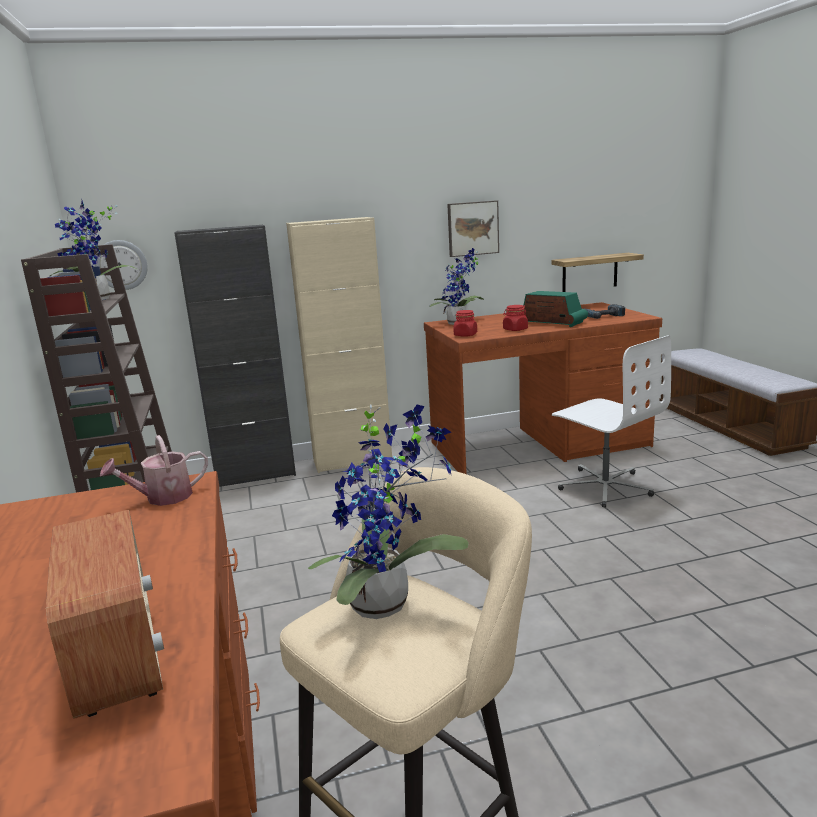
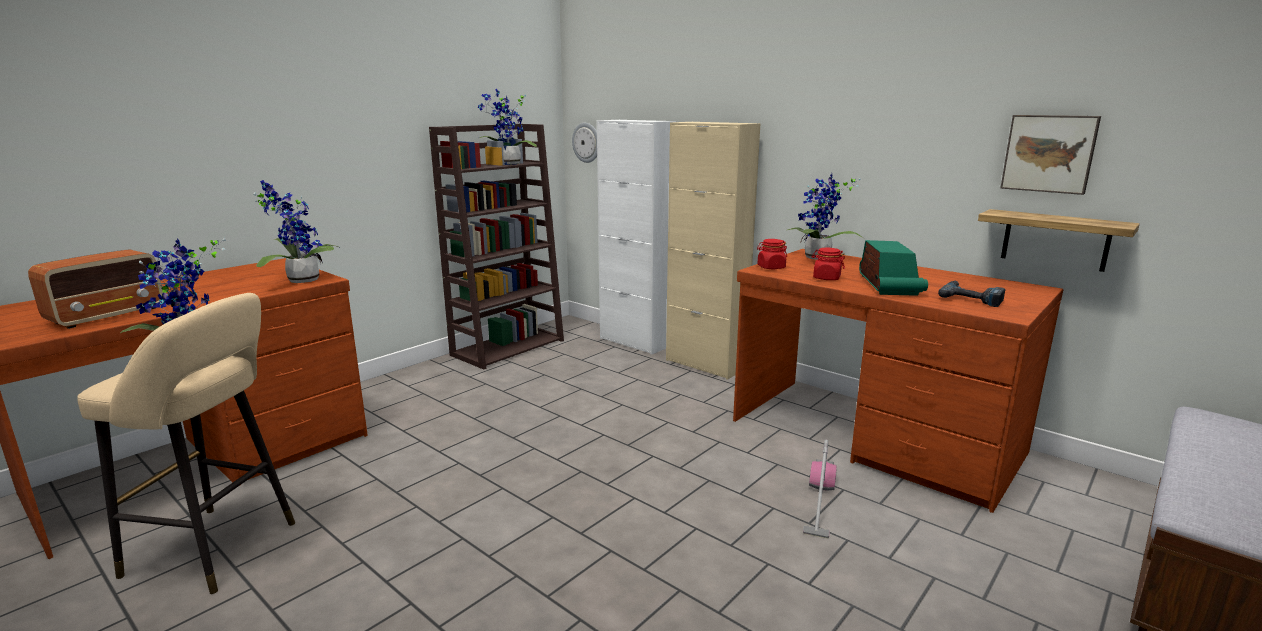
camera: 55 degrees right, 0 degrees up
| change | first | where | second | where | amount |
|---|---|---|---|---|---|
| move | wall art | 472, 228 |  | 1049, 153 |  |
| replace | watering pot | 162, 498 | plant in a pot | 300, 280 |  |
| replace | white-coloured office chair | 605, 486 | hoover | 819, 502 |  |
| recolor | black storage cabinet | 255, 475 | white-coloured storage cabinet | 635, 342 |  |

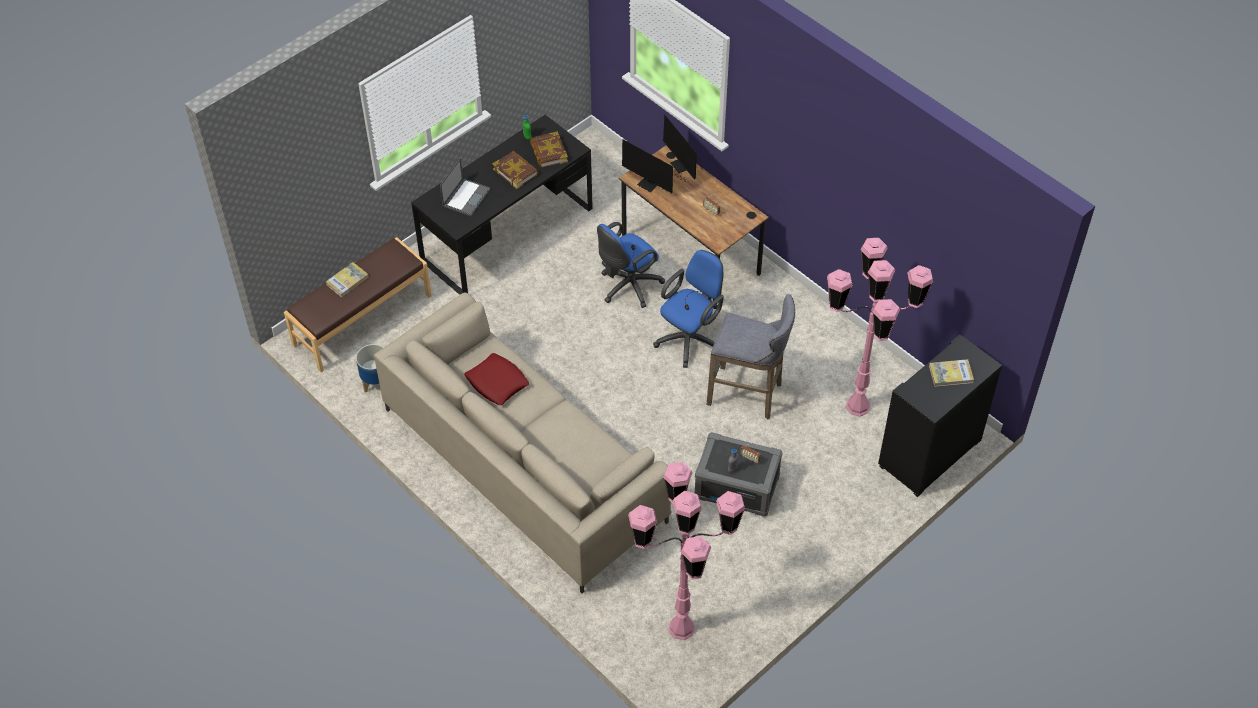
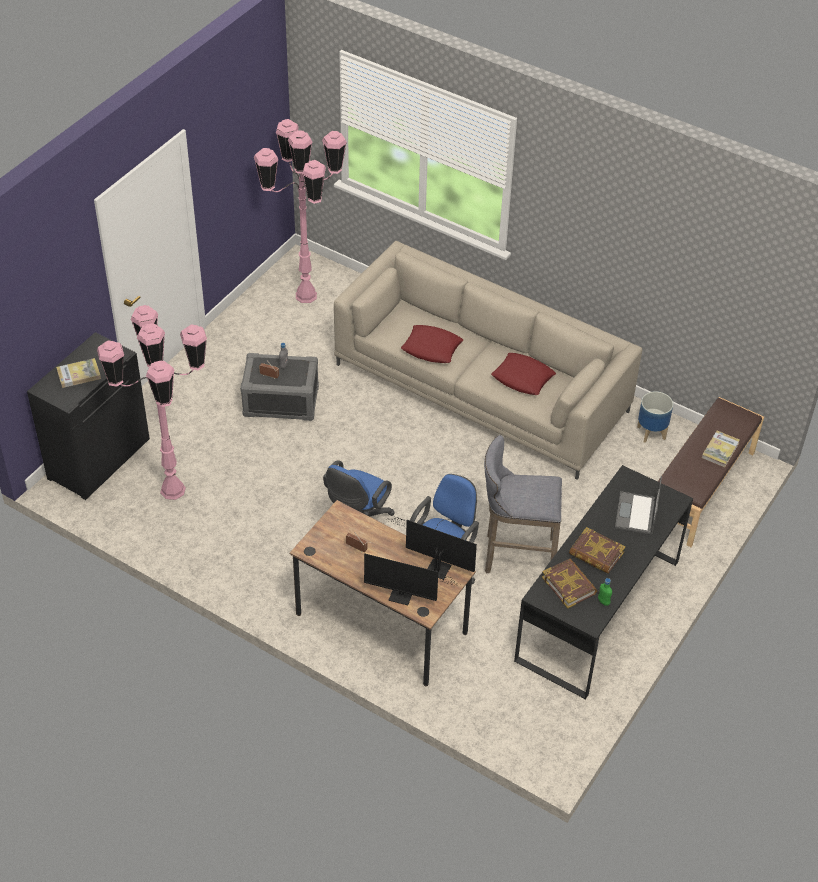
camera: 165 degrees right, 5 degrees down
| change | first | where | second | where | amount |
|---|---|---|---|---|---|
| insert |  |  | reddish pillow | 432, 348 |  |
| move | greyish stool seat | 748, 394 |  | 516, 556 |  |
| rotate | computer display | 682, 167 |  | 404, 597 | 150 degrees clockwise |

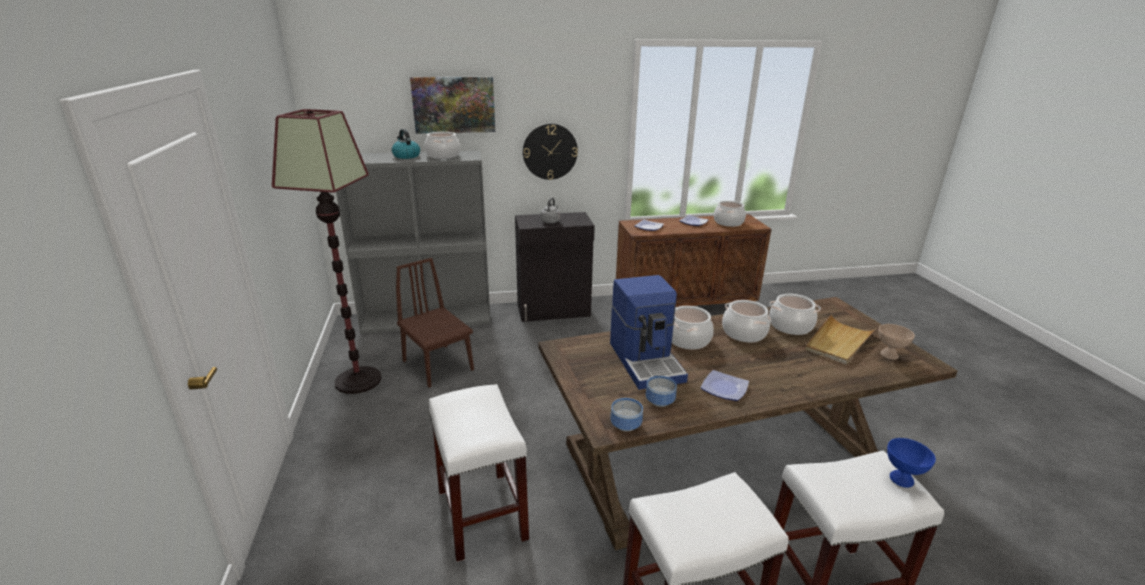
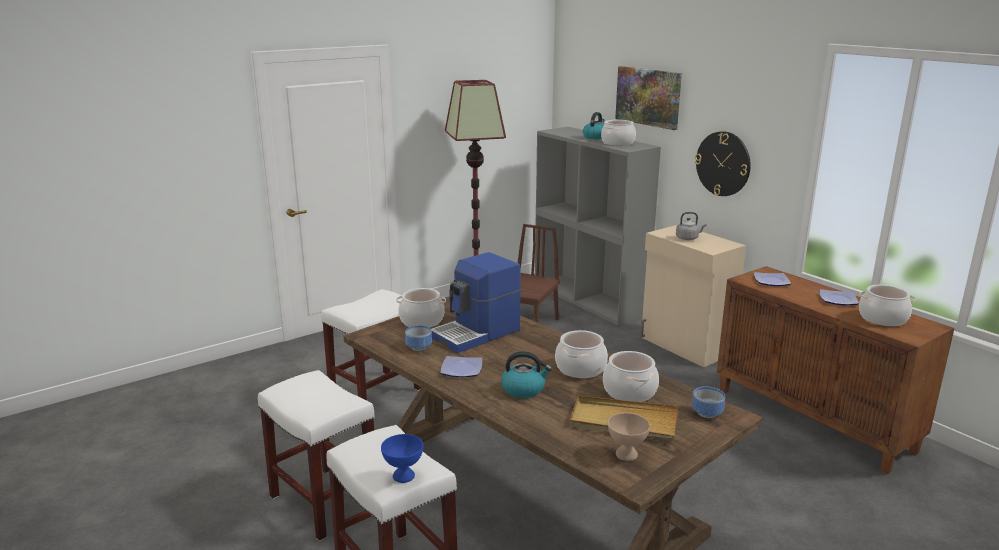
camera: 65 degrees right, 5 degrees down
| change | first | where | second | where | amount |
|---|---|---|---|---|---|
| insert |  |  | water kettle | 524, 389 |  |
| move | bowl | 624, 425 |  | 706, 412 |  |
| move | stockpot | 687, 339 |  | 422, 321 |  |
| recolor | black storage cabinet | 554, 311 | beige-coloured storage cabinet | 685, 346 |  |

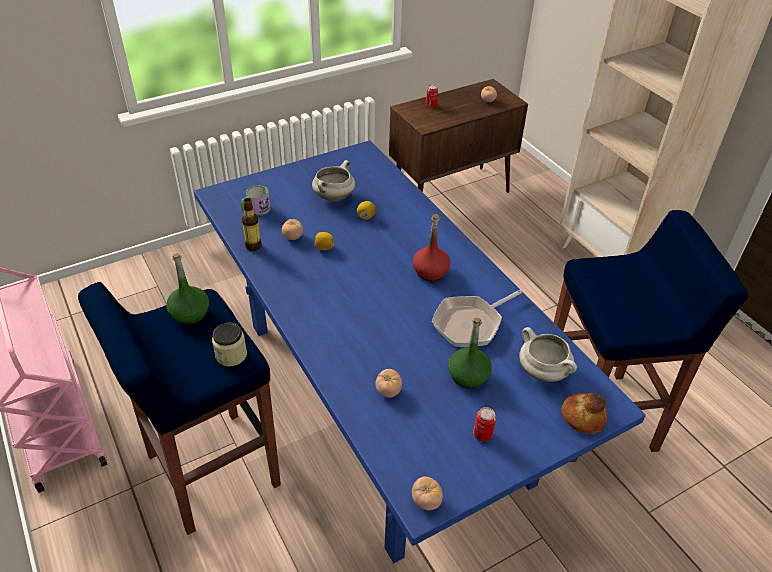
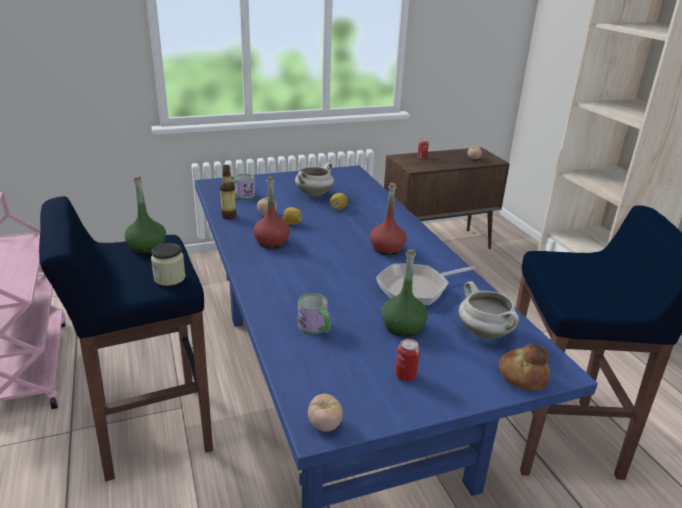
camera: 10 degrees right, 15 degrees down
| change | first | where | second | where | amount |
|---|---|---|---|---|---|
| insert |  |  | reddish beverage bottle | 271, 242 |  |
| replace | whole tomato | 388, 391 | tea mug | 315, 328 |  |

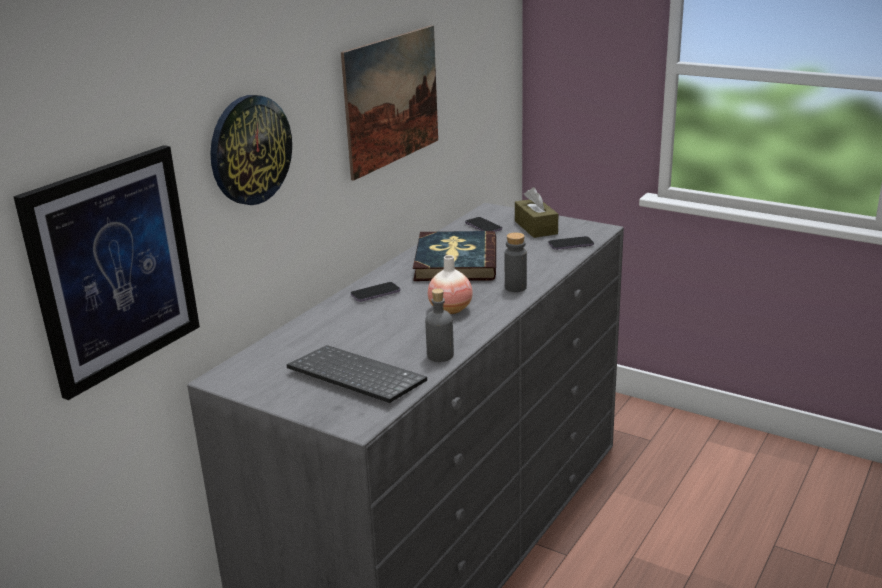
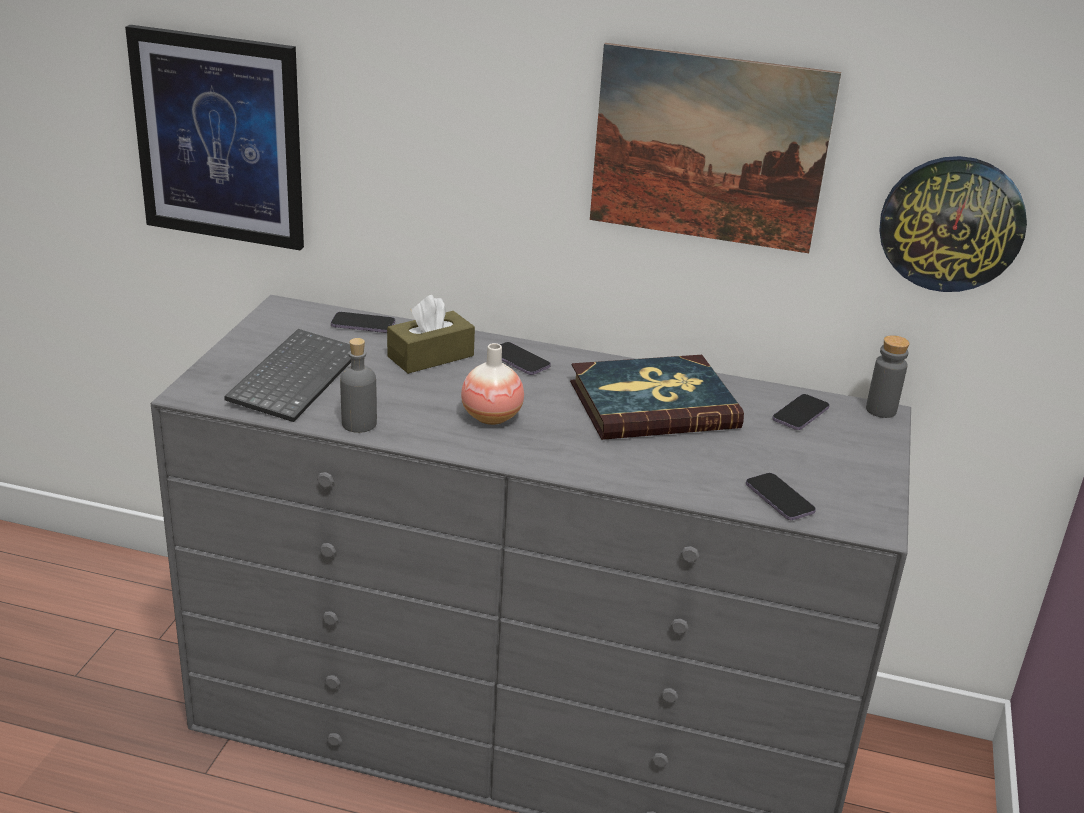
camera: 70 degrees right, 5 degrees up
| change | first | where | second | where | amount |
|---|---|---|---|---|---|
| insert |  |  | handset | 363, 325 |  |
| move | hanging clock | 250, 150 |  | 951, 223 |  |
| move | greyish beverage bottle | 515, 287 |  | 881, 410 |  |
| move | brownish box of tissues | 536, 227 |  | 430, 356 |  |

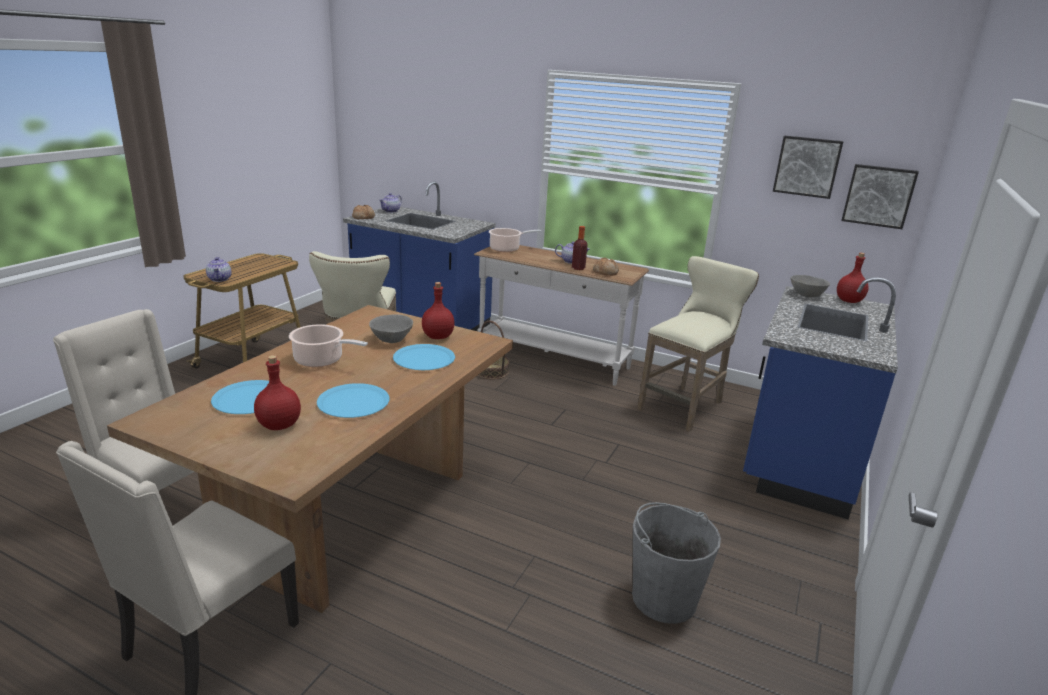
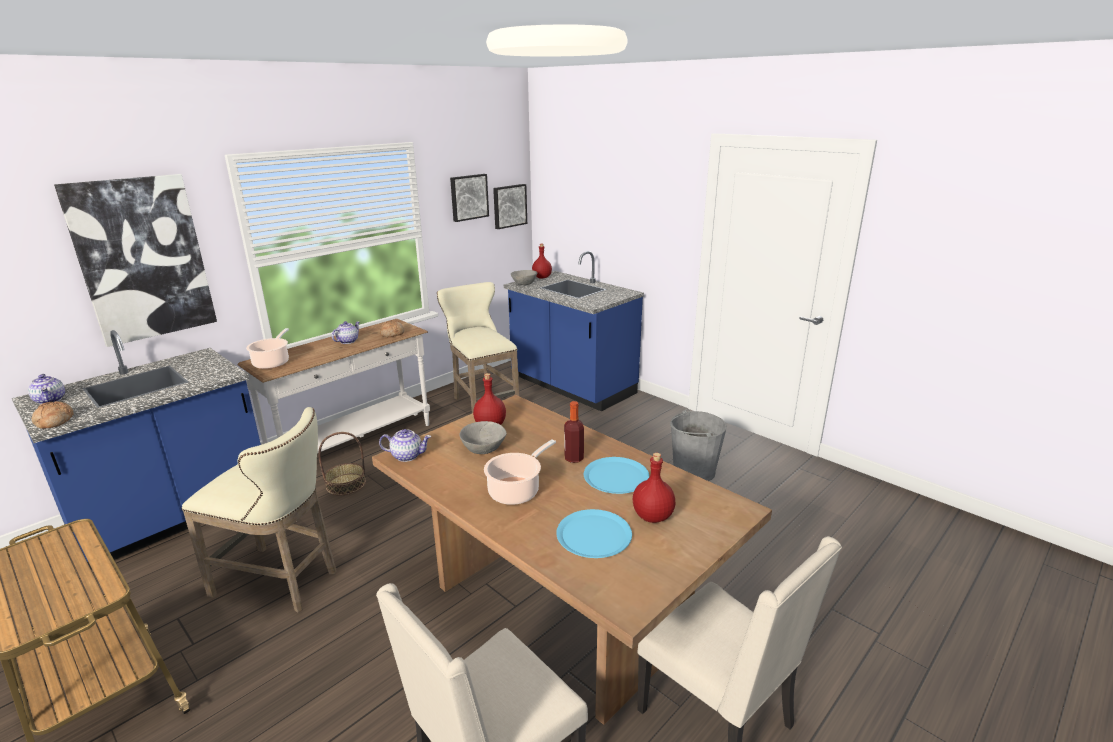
camera: 70 degrees left, 0 degrees up
| change | first | where | second | where | amount |
|---|---|---|---|---|---|
| delete | blue plate | 424, 359 |  |  |  |
| insert |  |  | wall art | 142, 259 |  |
| move | pot for tea | 220, 279 |  | 407, 456 |  |
| move | beverage bottle | 578, 268 |  | 574, 458 |  |

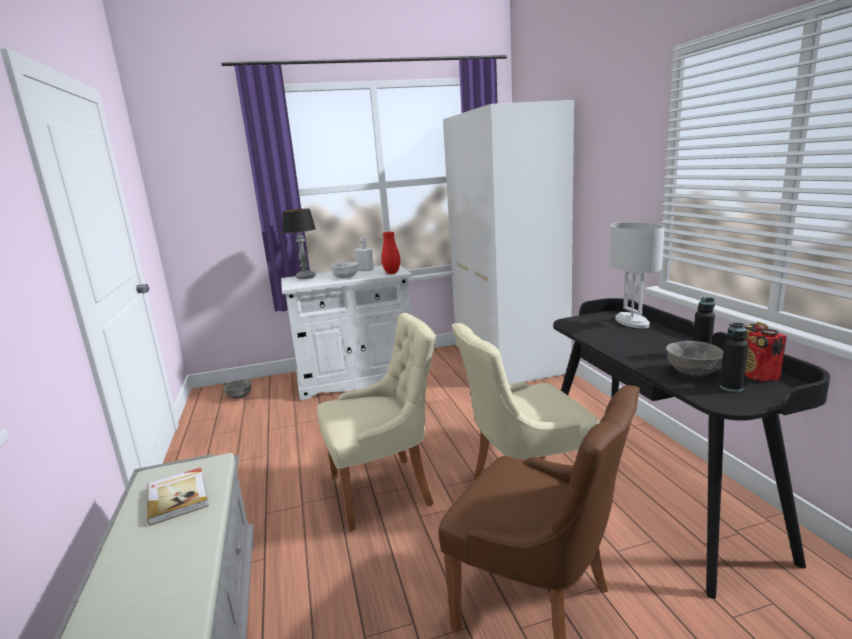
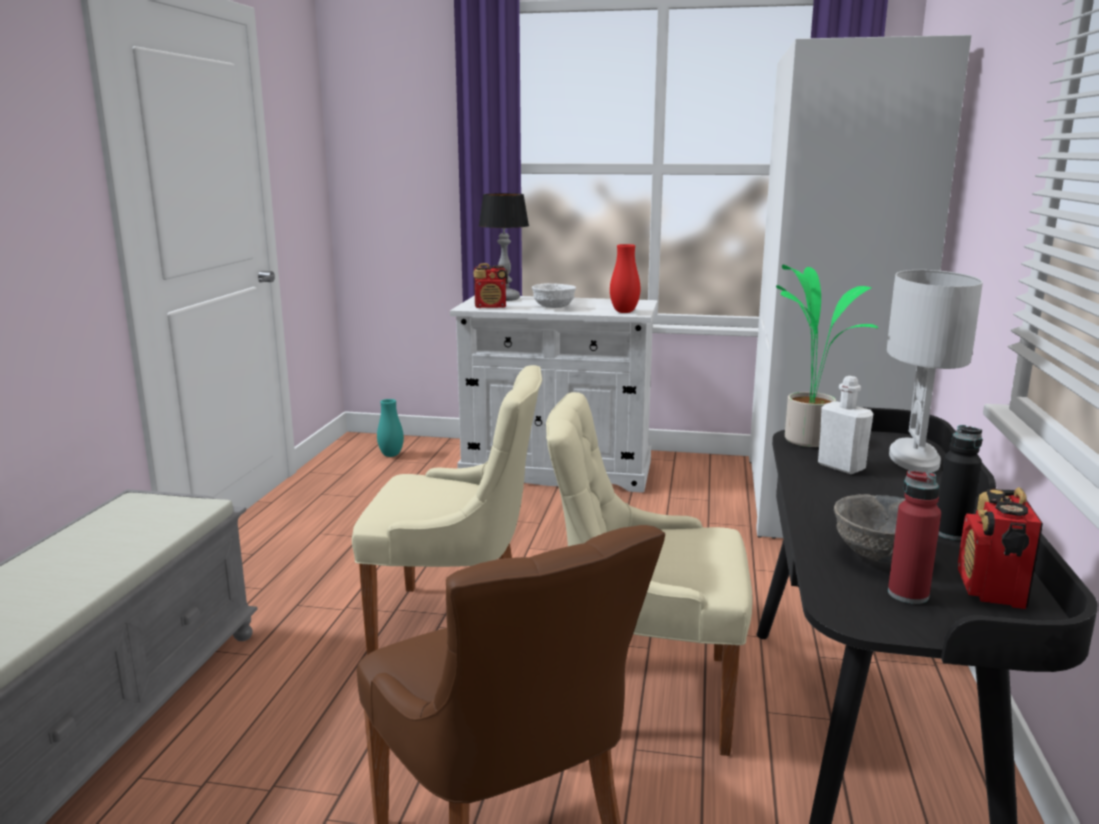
camera: 25 degrees right, 0 degrees up
| change | first | where | second | where | amount |
|---|---|---|---|---|---|
| delete | volume | 179, 497 |  |  |  |
| insert |  |  | radio | 491, 307 |  |
| insert |  |  | plant in a pot | 808, 439 |  |
| move | white-coloured beverage bottle | 365, 270 |  | 841, 467 |  |
| replace | greyish bowl | 239, 396 | turquoise vase | 391, 455 |  |
| recolor | black beverage bottle | 731, 387 | reddish beverage bottle | 908, 594 |  |

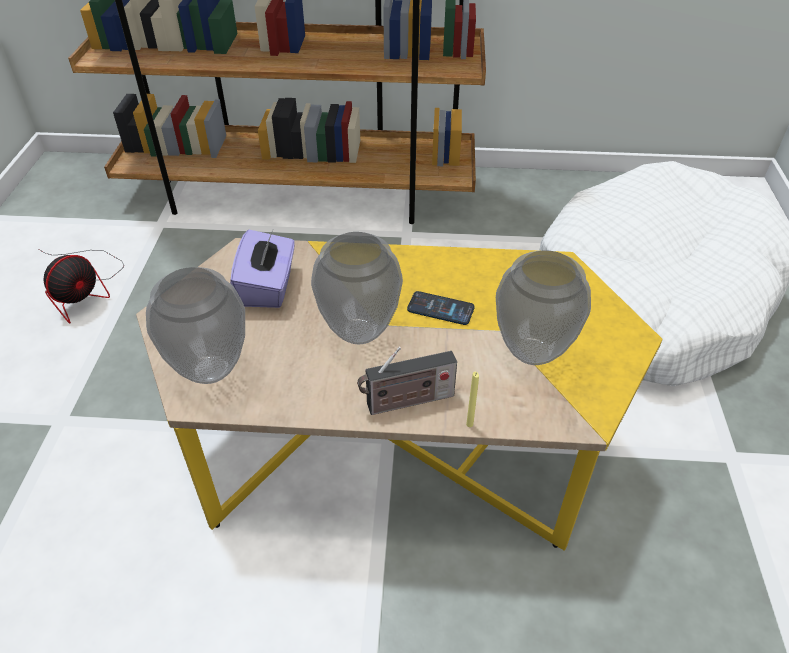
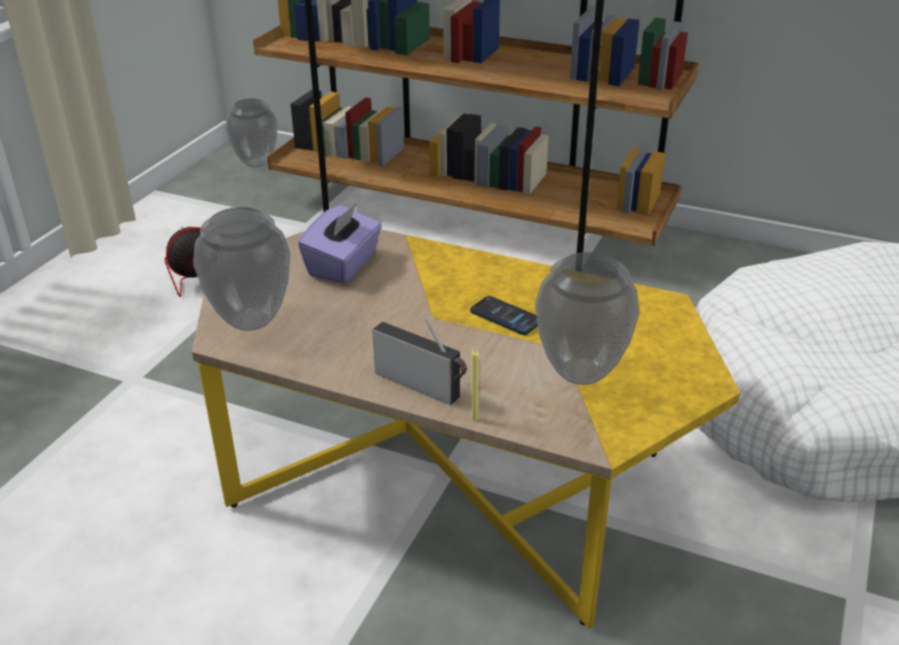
camera: 20 degrees right, 10 degrees down
| change | first | where | second | where | amount |
|---|---|---|---|---|---|
| move | vase | 360, 331 |  | 257, 163 |  |
| rotate | radio | 406, 402 |  | 421, 386 | 150 degrees counterclockwise |

